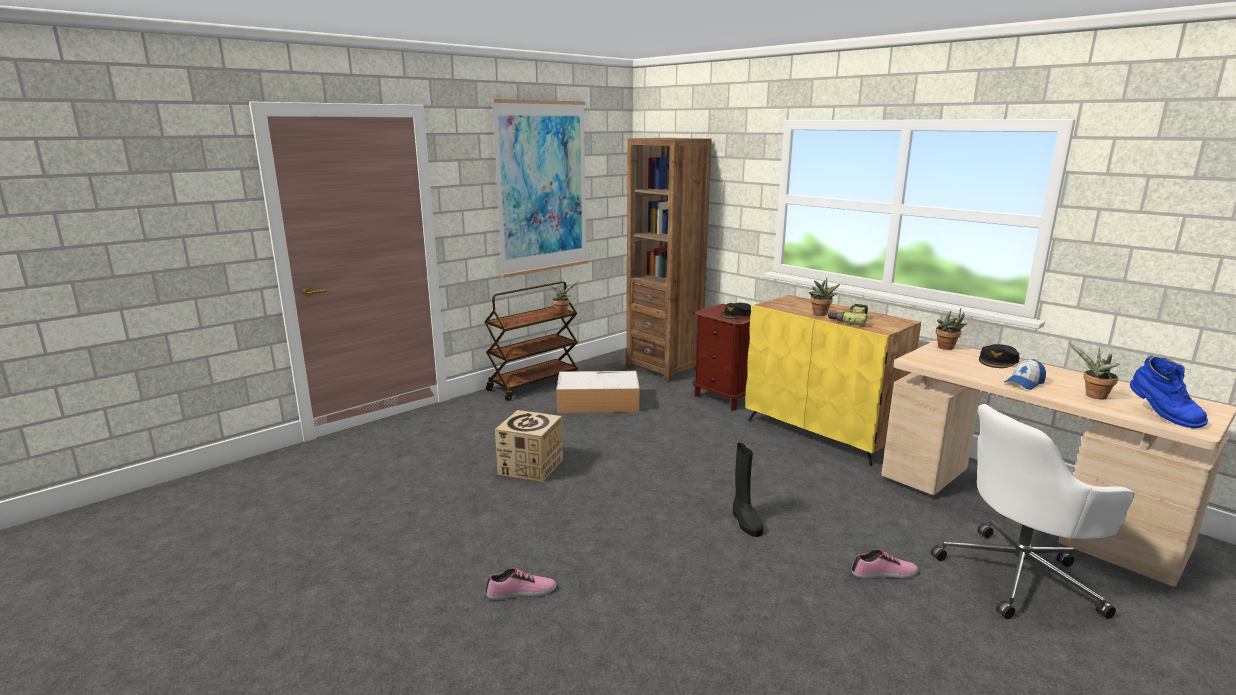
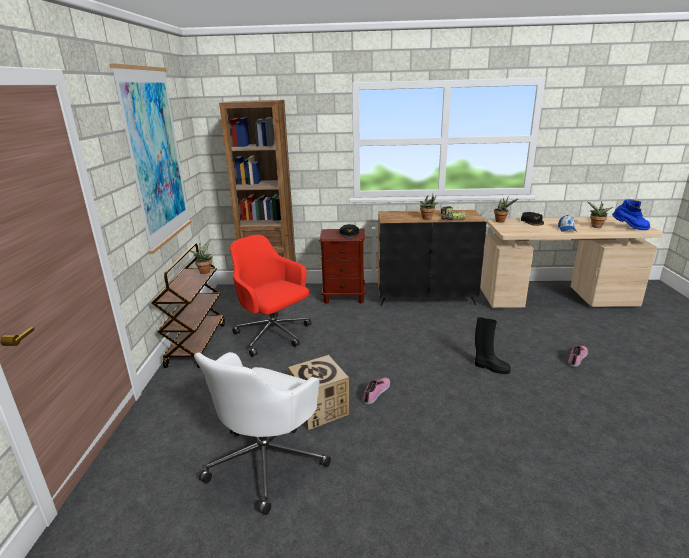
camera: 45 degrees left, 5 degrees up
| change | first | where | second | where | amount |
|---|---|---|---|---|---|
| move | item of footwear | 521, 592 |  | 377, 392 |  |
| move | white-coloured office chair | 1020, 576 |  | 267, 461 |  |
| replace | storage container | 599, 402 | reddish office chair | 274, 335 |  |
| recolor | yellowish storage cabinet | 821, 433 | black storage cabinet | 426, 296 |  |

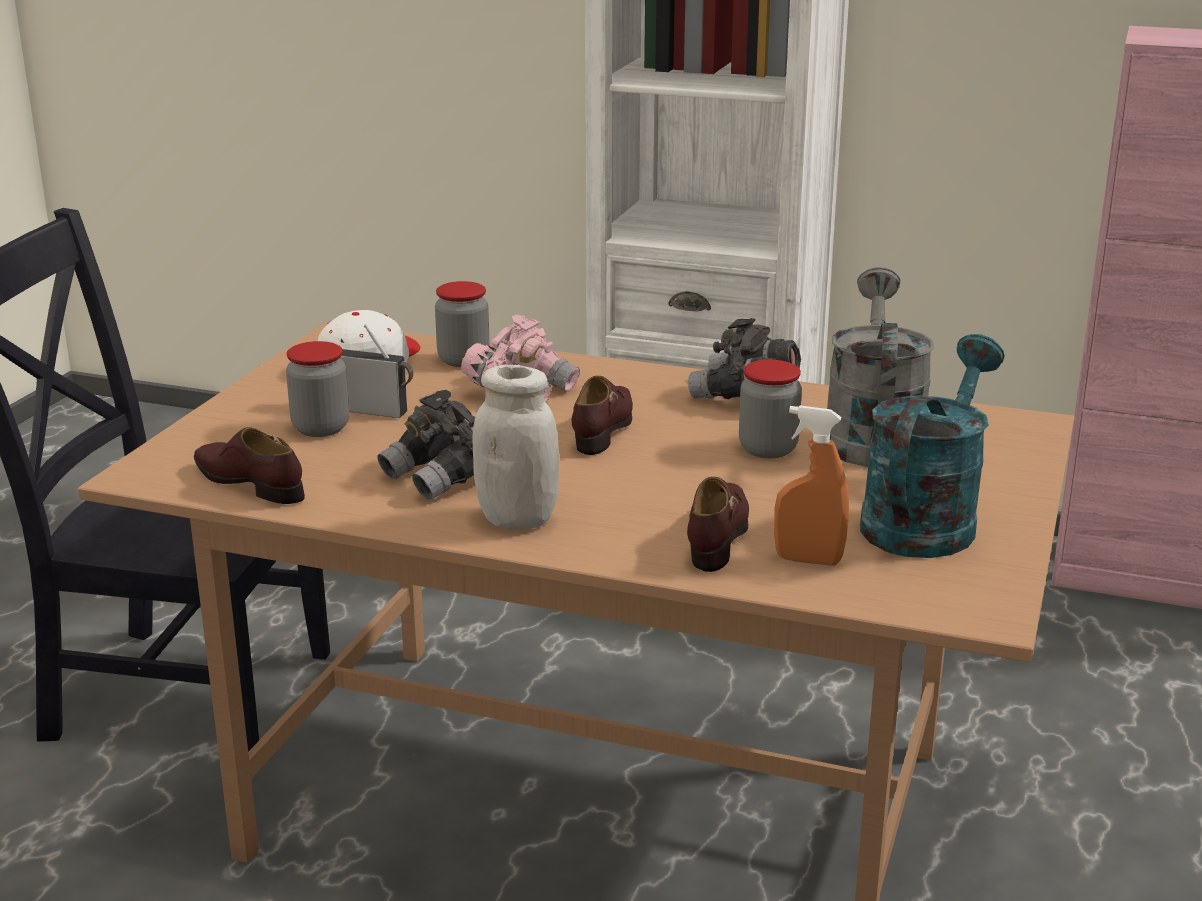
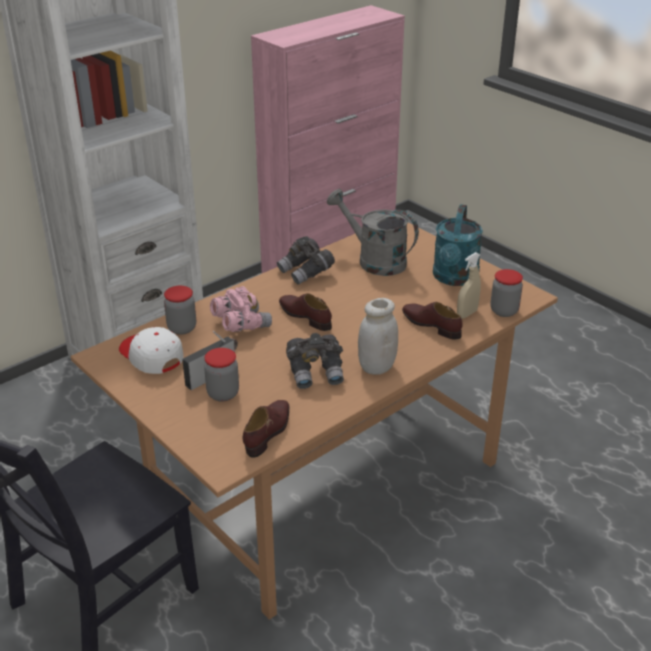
camera: 60 degrees left, 10 degrees up
| change | first | where | second | where | amount |
|---|---|---|---|---|---|
| move | storage jar | 768, 449 |  | 504, 311 |  |
| recolor | orange sprayer | 808, 560 | beige-coloured sprayer | 467, 314 |  |
| rotate | brownish item of footwear | 249, 482 |  | 268, 432 | 135 degrees clockwise |
| rotate | turquoise watering pot | 925, 519 |  | 454, 278 | 135 degrees counterclockwise |

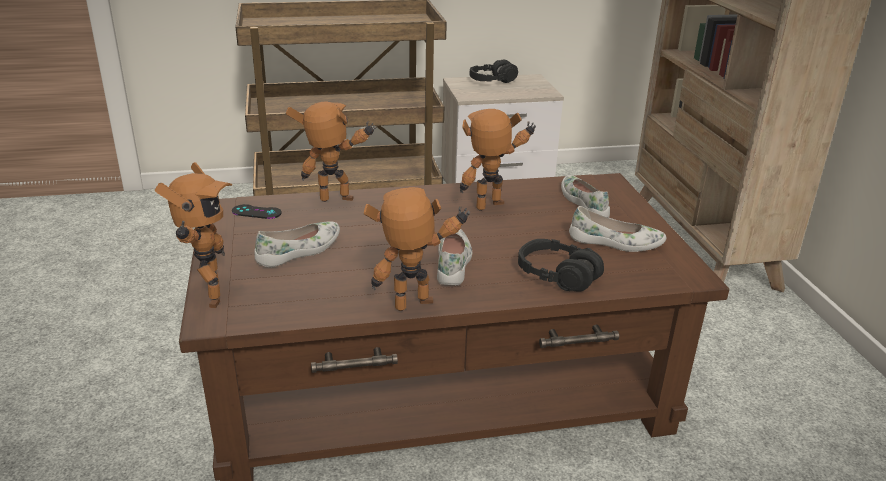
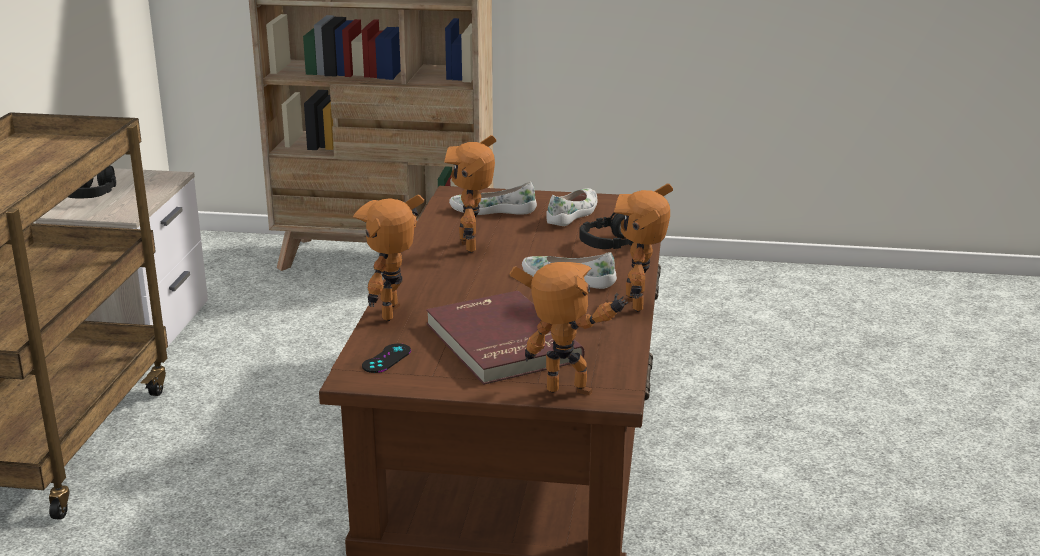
camera: 70 degrees left, 5 degrees down
| change | first | where | second | where | amount |
|---|---|---|---|---|---|
| replace | white-coloured item of footwear | 300, 251 | reddish volume | 499, 343 |  |

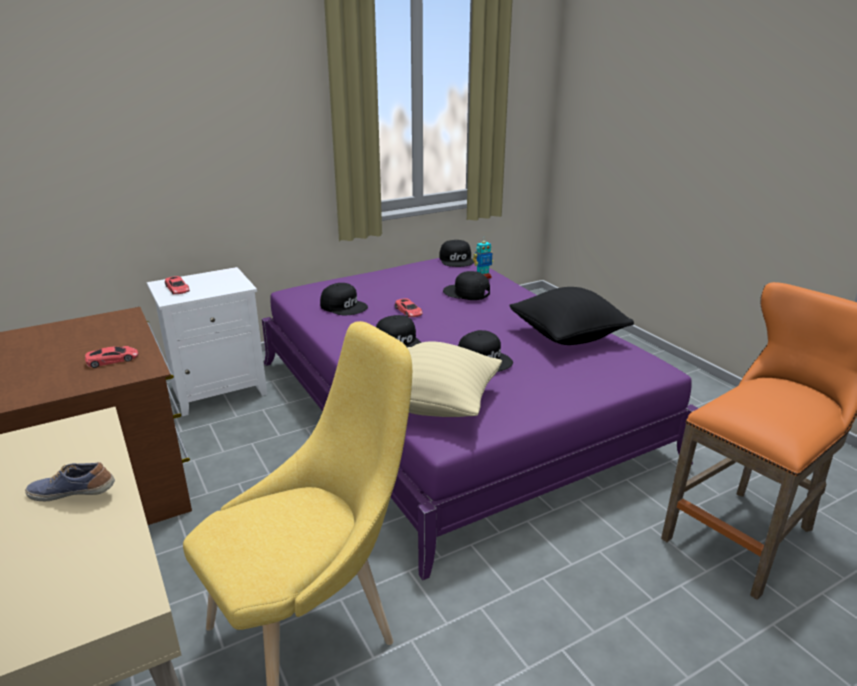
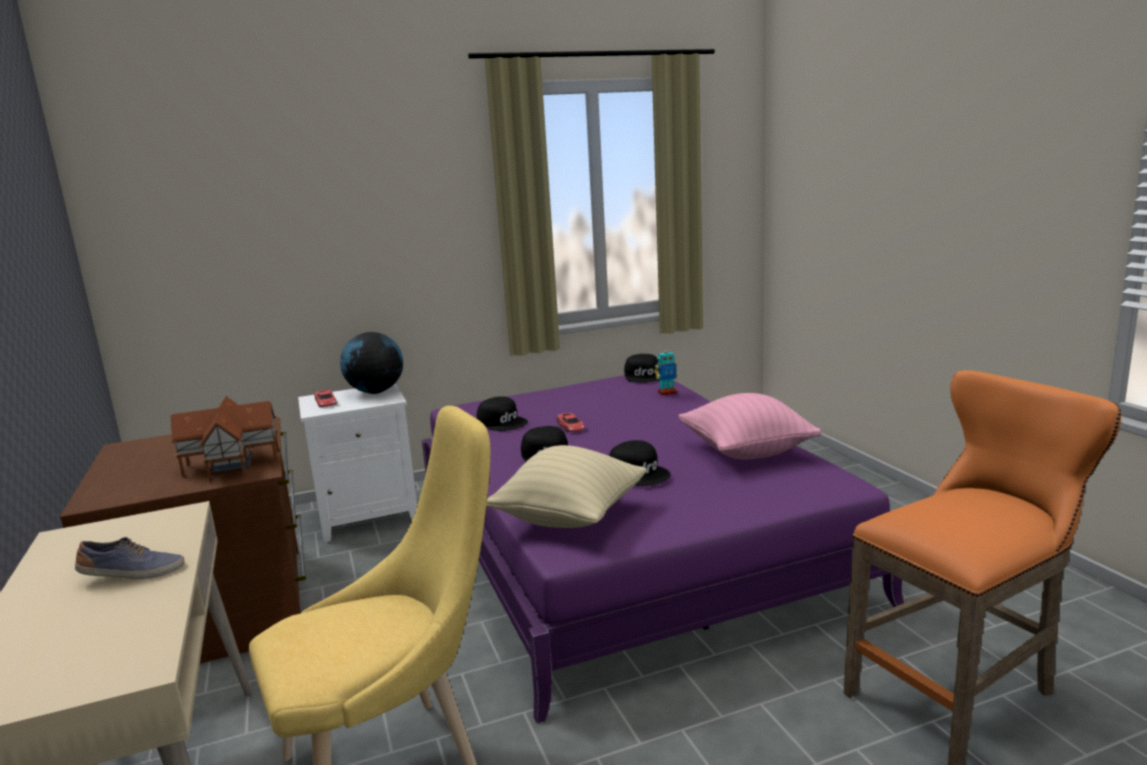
camera: 10 degrees right, 10 degrees down
| change | first | where | second | where | amount |
|---|---|---|---|---|---|
| delete | black cap | 466, 293 |  |  |  |
| insert |  |  | globe | 375, 392 |  |
| replace | reddish model car | 112, 360 | model house | 231, 463 |  |
| recolor | black pillow | 567, 337 | pink pillow | 746, 452 |  |
| rotate | item of footwear | 73, 493 |  | 132, 575 | 150 degrees clockwise |

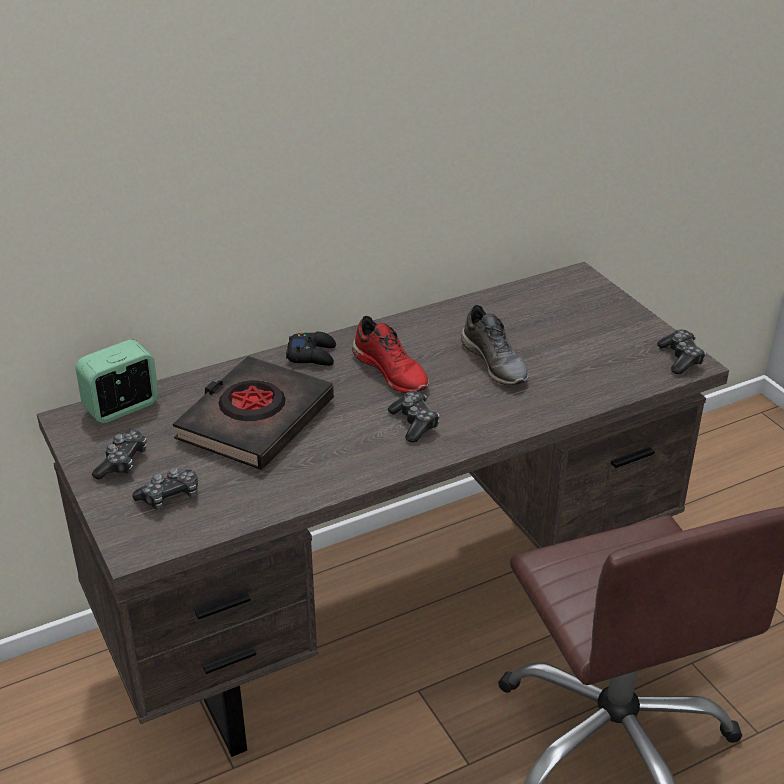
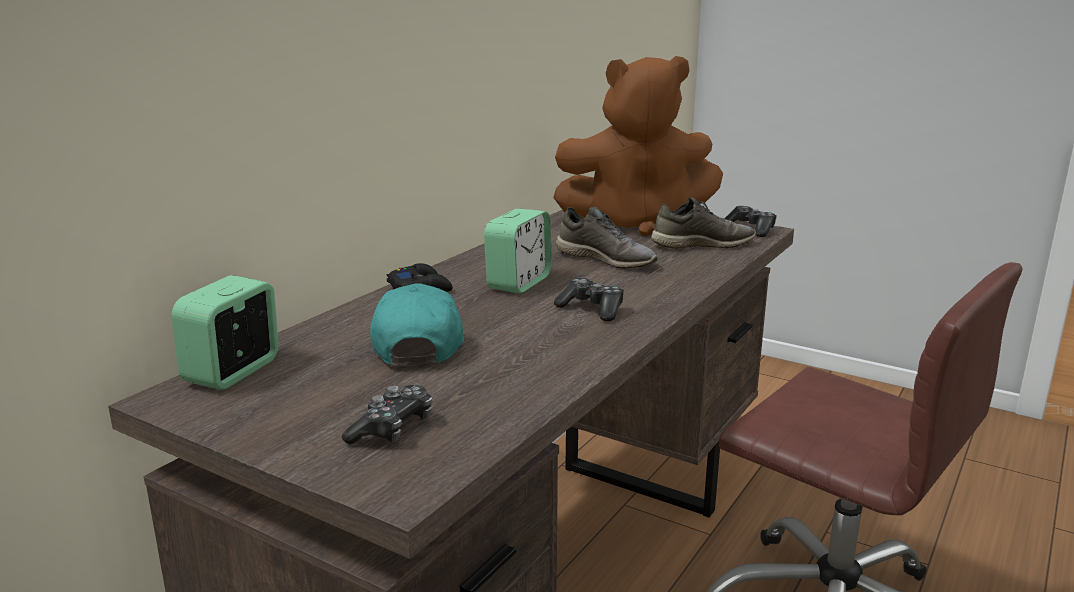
camera: 30 degrees left, 15 degrees down
| change | first | where | second | where | amount |
|---|---|---|---|---|---|
| delete | game controller | 122, 462 |  |  |  |
| insert |  |  | brownish plush toy | 636, 222 |  |
| insert |  |  | greyish item of footwear | 702, 244 |  |
| replace | black volume | 255, 420 | turquoise cap | 418, 344 |  |
| replace | reddish item of footwear | 392, 372 | bedside clock | 519, 283 |  |

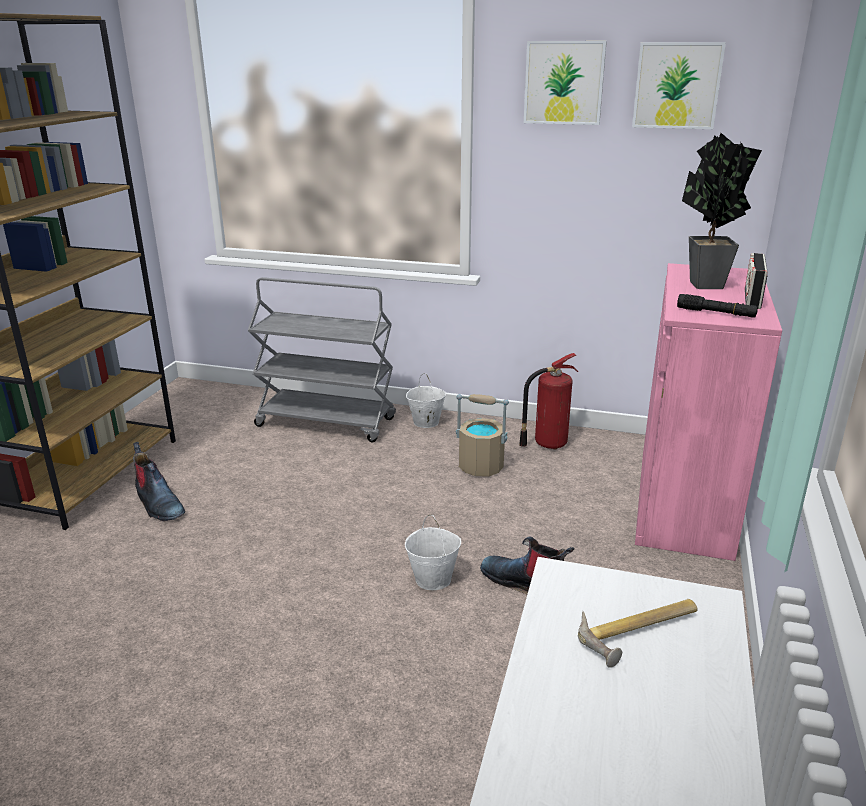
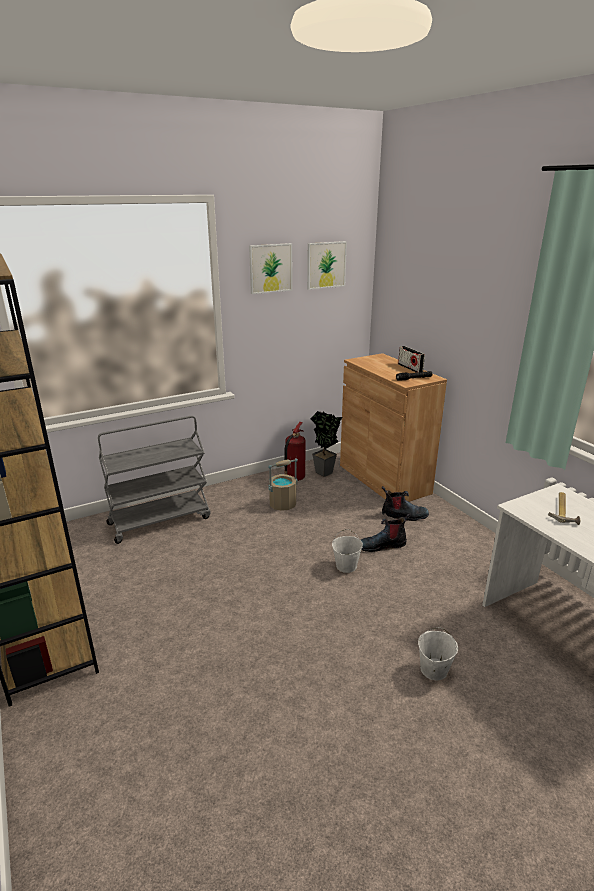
camera: 45 degrees left, 0 degrees up
| change | first | where | second | where | amount |
|---|---|---|---|---|---|
| move | tall boot | 158, 505 |  | 404, 515 |  |
| move | white-coloured pail | 426, 422 |  | 433, 670 |  |
| move | plant in a pot | 704, 286 |  | 324, 474 |  |
| recolor | pink storage cabinet | 683, 502 | brownish storage cabinet | 384, 479 |  |

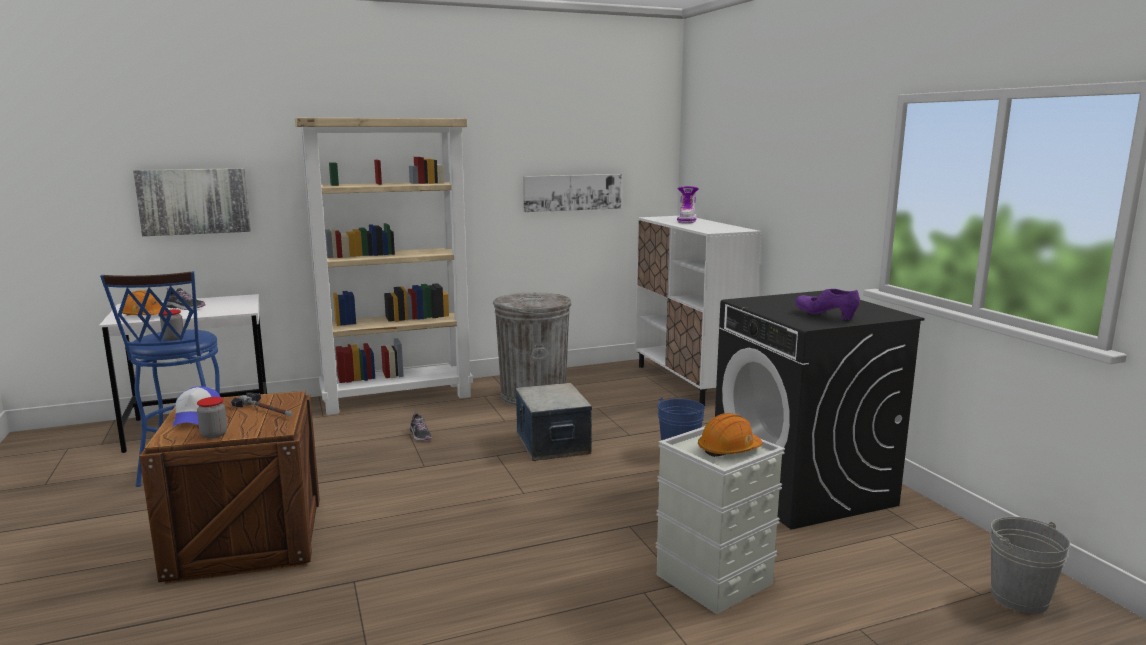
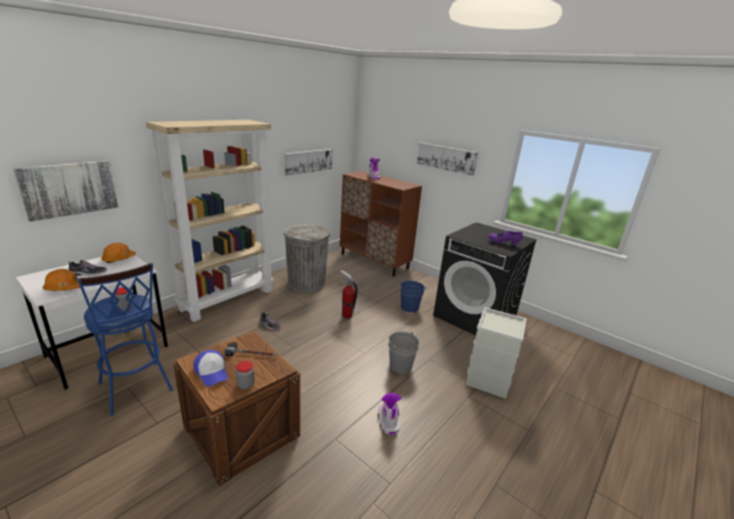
camera: 30 degrees left, 10 degrees up
| change | first | where | second | where | amount |
|---|---|---|---|---|---|
| insert |  |  | tall boot | 388, 420 |  |
| insert |  |  | wall art | 446, 158 |  |
| move | orange hard hat | 728, 450 |  | 119, 259 |  |
| move | greyish pail | 1019, 597 |  | 400, 366 |  |
| replace | storage container | 552, 444 | fire extinguisher | 347, 315 |  |
| recolor | white-coloured storage cabinet | 689, 382 | brownish storage cabinet | 374, 261 |  |

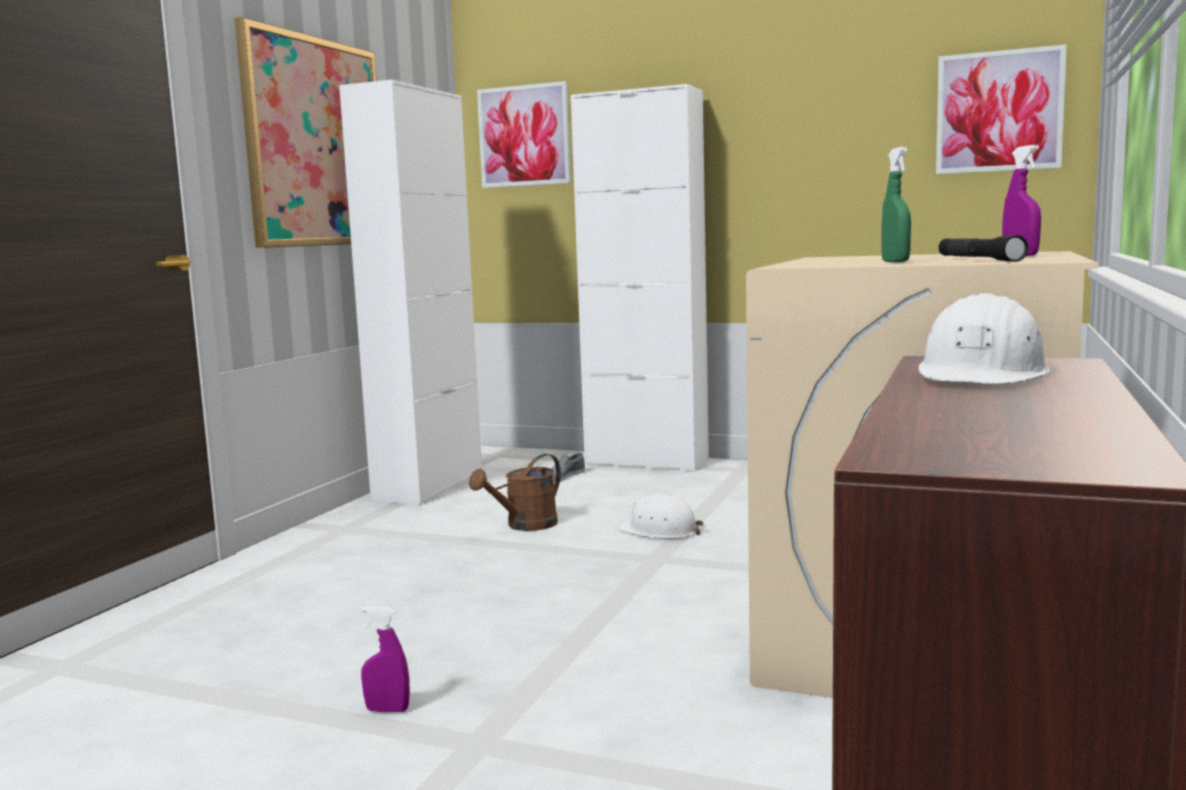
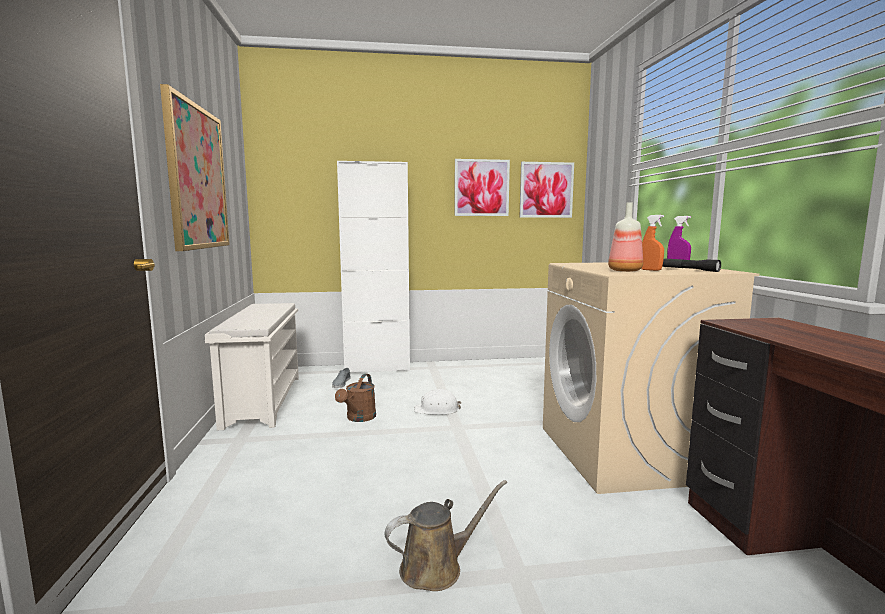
camera: 30 degrees left, 0 degrees up
| change | first | where | second | where | amount |
|---|---|---|---|---|---|
| delete | white-coloured hard hat | 982, 374 |  |  |  |
| insert |  |  | beverage bottle | 625, 271 |  |
| move | wall art | 524, 136 |  | 481, 188 |  |
| replace | white-coloured storage cabinet | 429, 486 | white-coloured shoe shelf | 263, 400 |  |
| replace | purple-coloured sprayer | 387, 710 | brownish watering pot | 436, 567 |  |
| recolor | green sprayer | 895, 262 | orange sprayer | 650, 270 |  |

